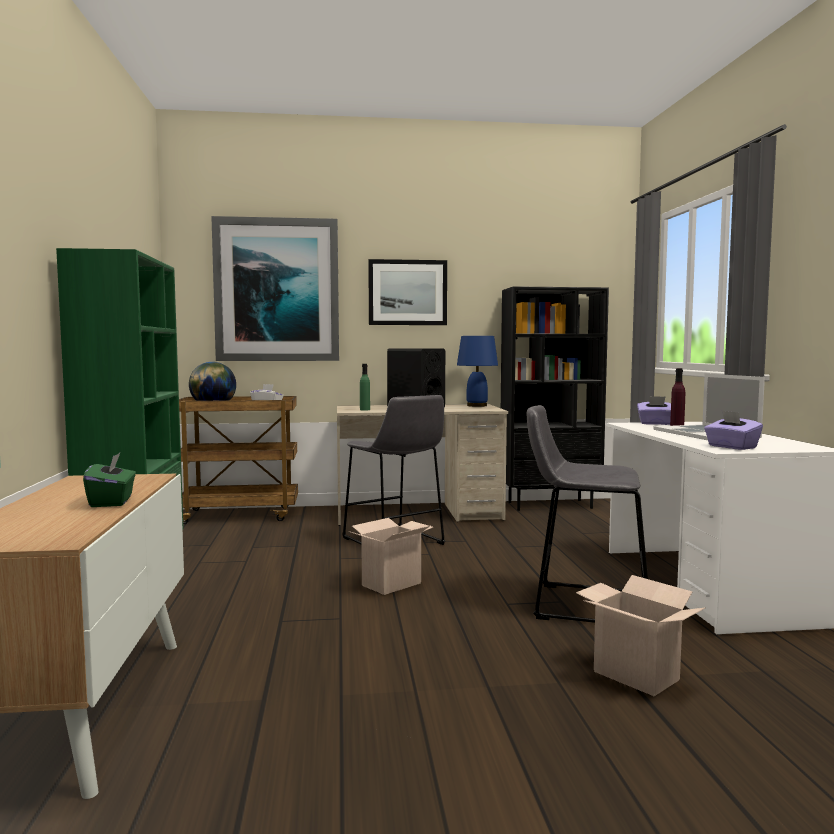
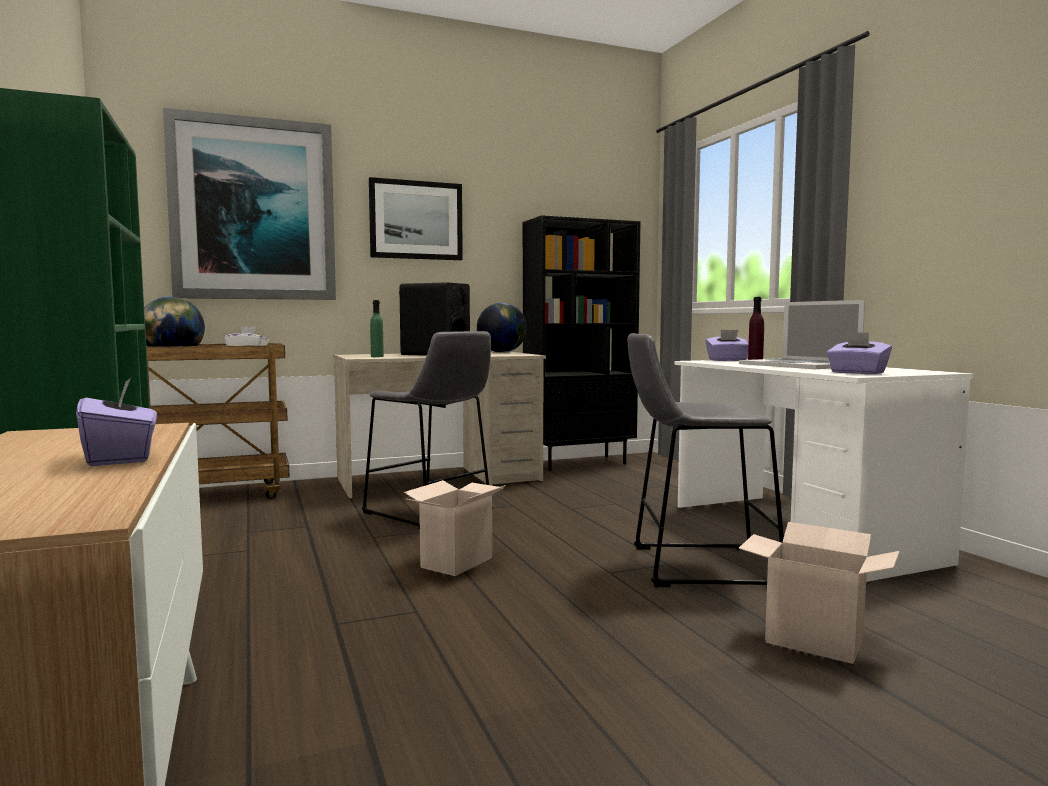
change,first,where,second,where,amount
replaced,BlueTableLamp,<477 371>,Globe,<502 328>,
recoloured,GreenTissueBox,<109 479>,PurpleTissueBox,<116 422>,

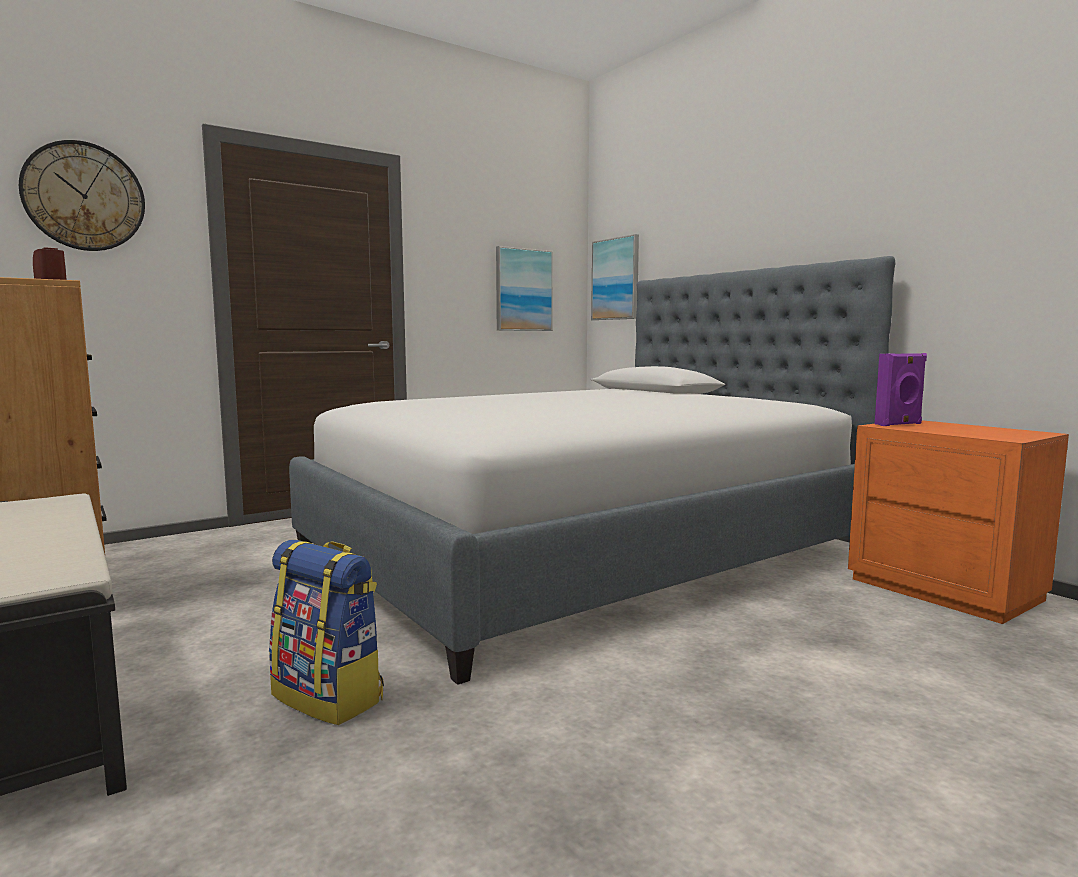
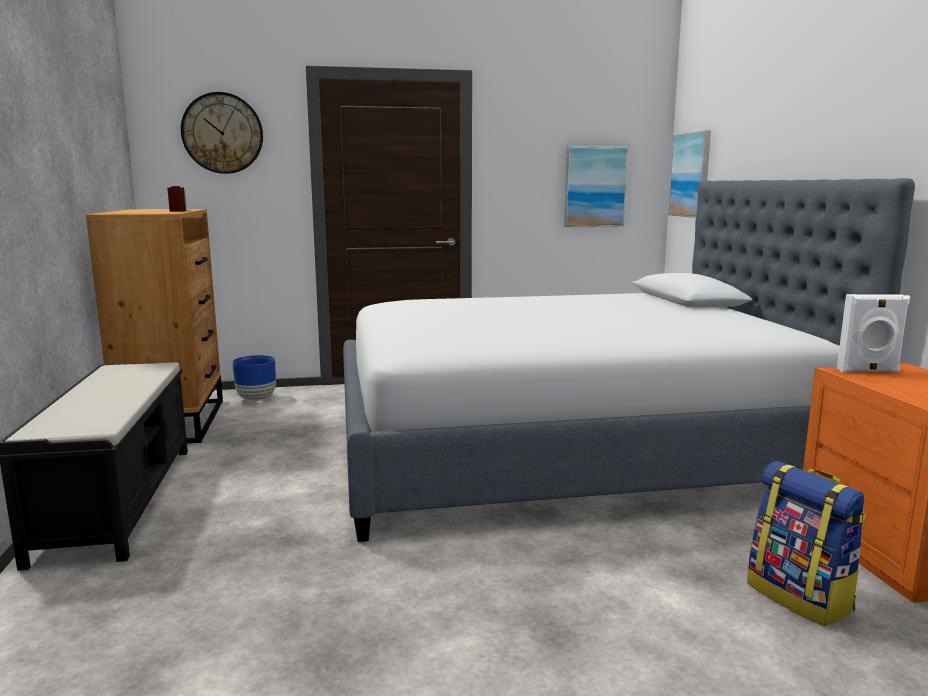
change,first,where,second,where,amount
recoloured,PurpleSpeaker,<901 389>,WhiteSpeaker,<873 333>,
moved,Backpack,<326 632>,,<806 544>,
added,,,BluePlanter,<254 378>,

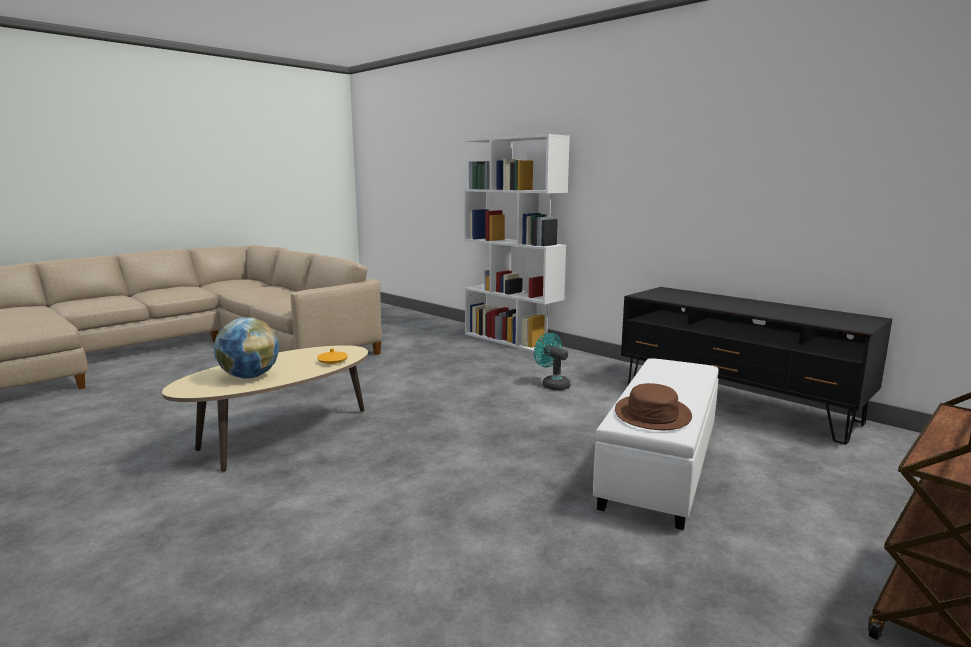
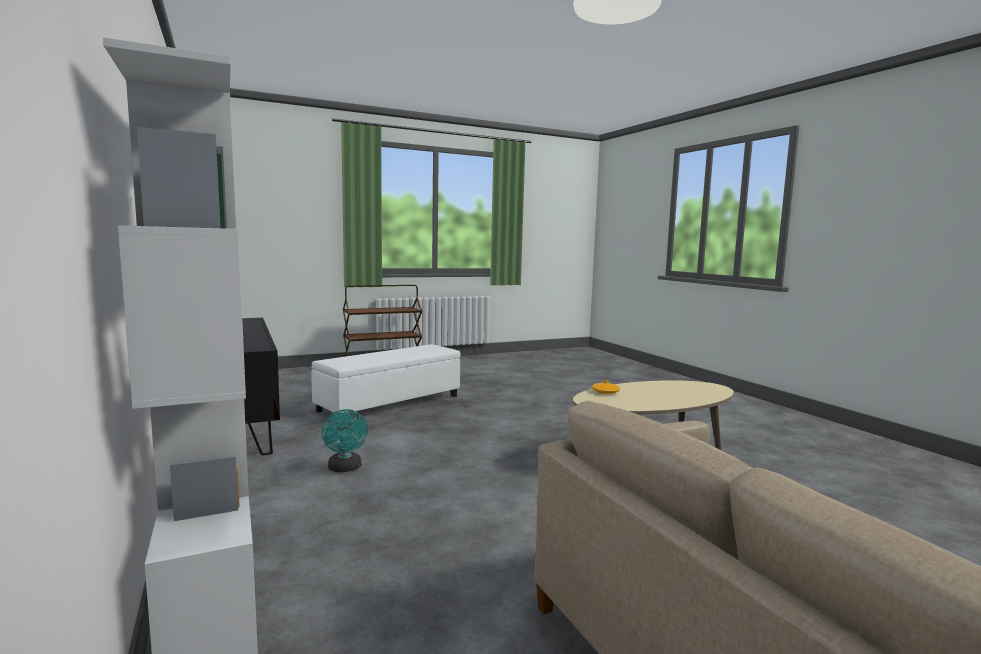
change,first,where,second,where,amount
removed,Globe,<246 348>,,,
removed,BrownHat,<653 406>,,,

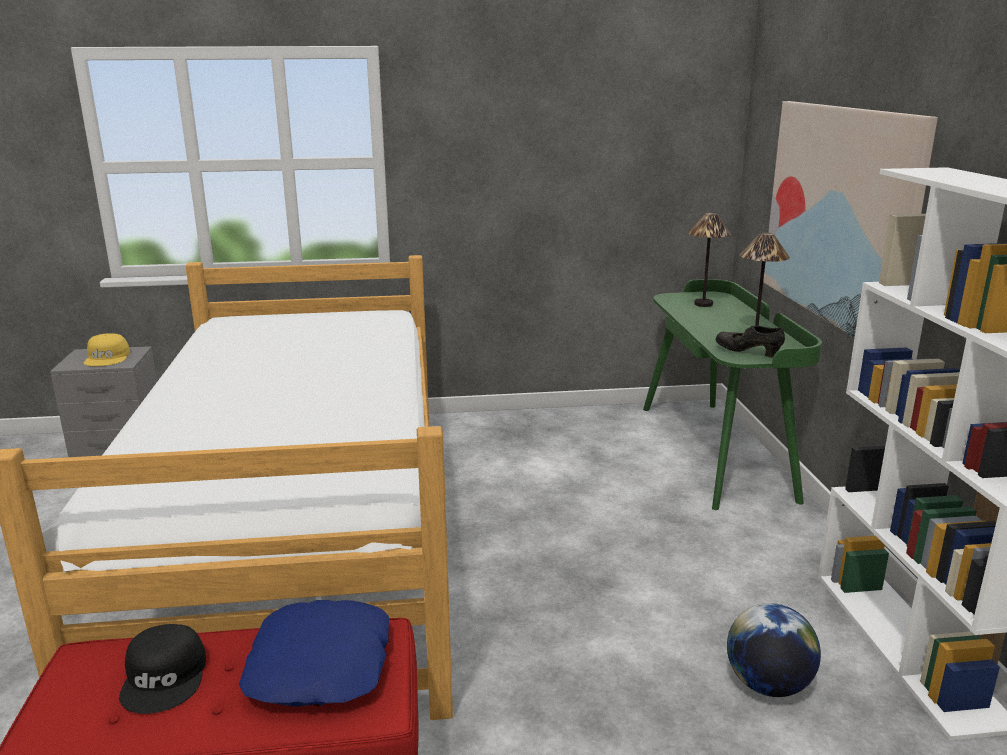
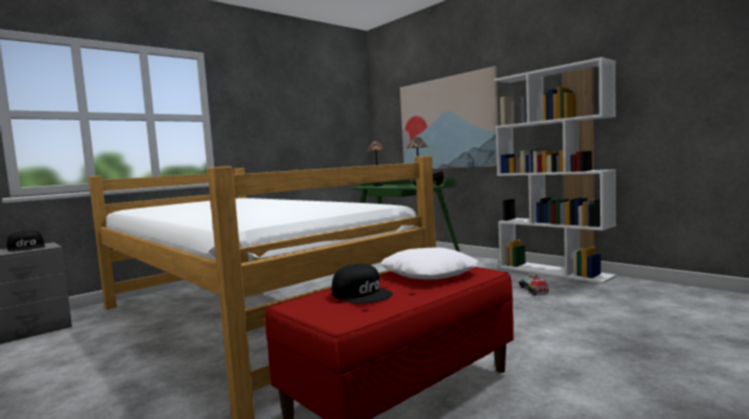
change,first,where,second,where,amount
recoloured,YellowCap,<107 349>,BlackCap,<26 241>,
recoloured,BluePillow,<314 653>,WhitePillow,<430 263>,
replaced,Globe,<774 650>,ToyTruck,<534 285>,

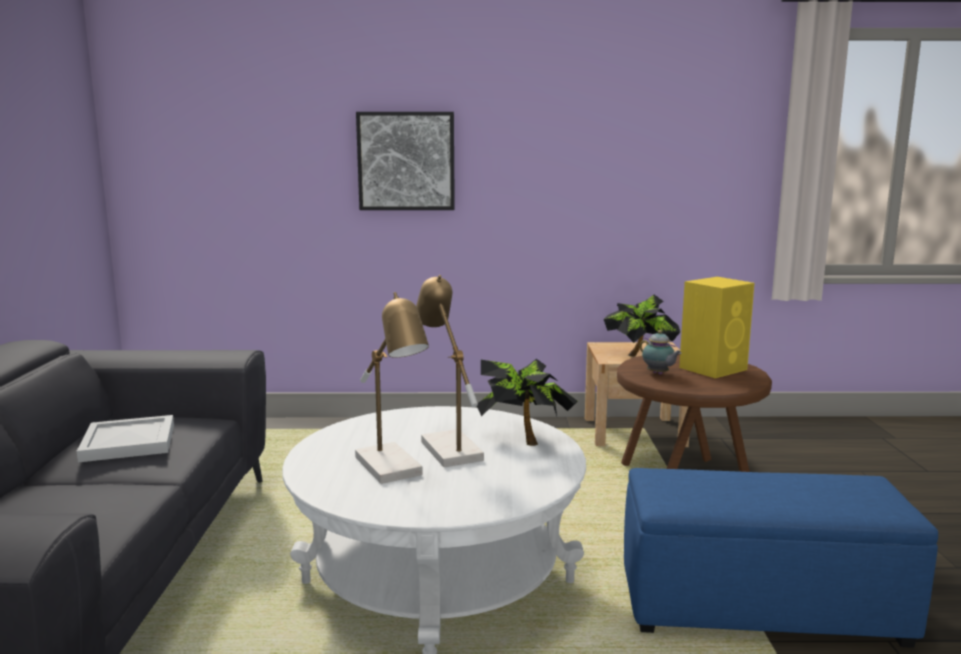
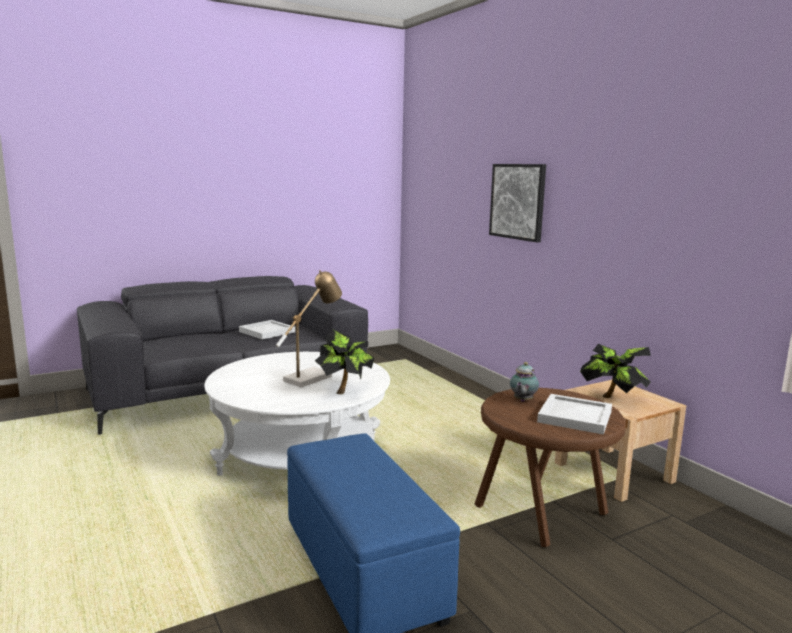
change,first,where,second,where,amount
replaced,YellowSpeaker,<716 327>,WhiteTray,<574 414>,
removed,TableLamp,<392 388>,,,

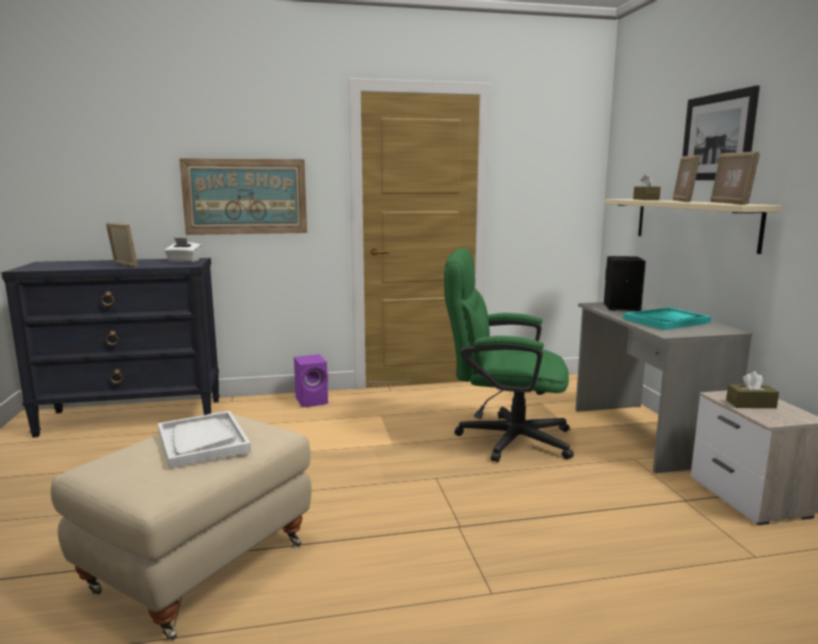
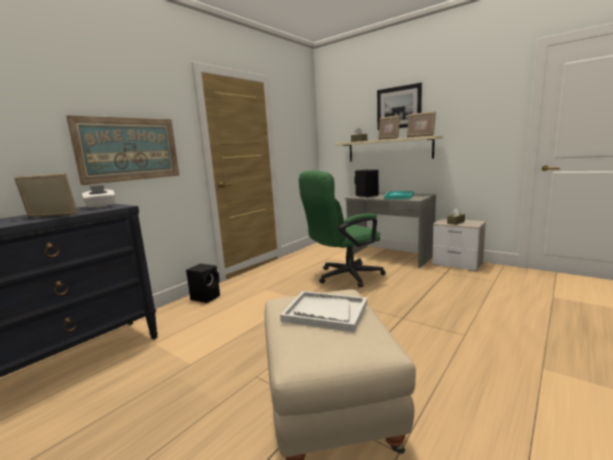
change,first,where,second,where,amount
recoloured,PurpleSpeaker,<311 380>,BlackSpeaker,<203 283>,

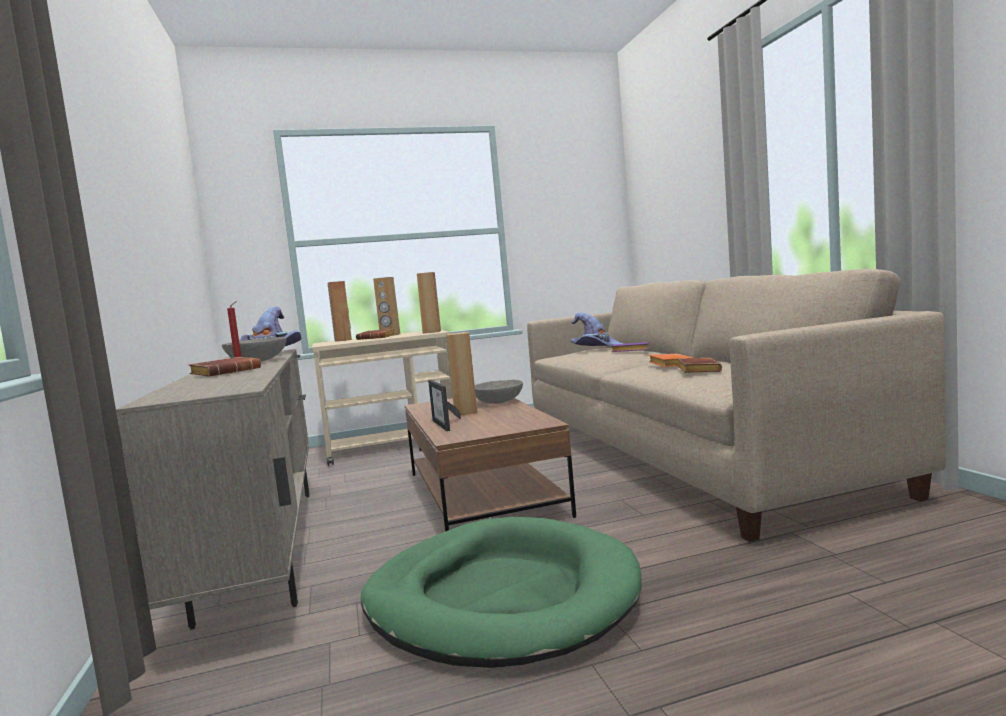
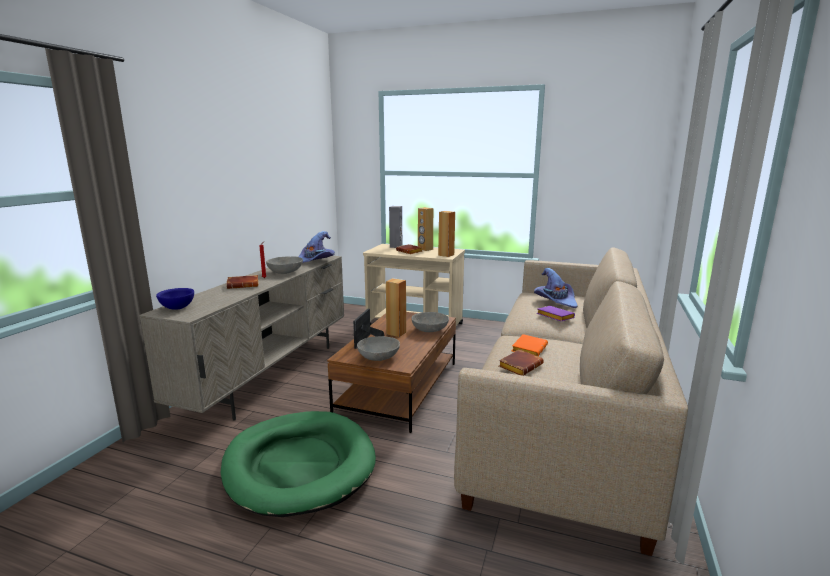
change,first,where,second,where,amount
recoloured,BrownSpeaker,<339 311>,GreySpeaker,<395 227>,
added,,,BlueBowl,<175 299>,
added,,,GreyBowl,<378 348>,

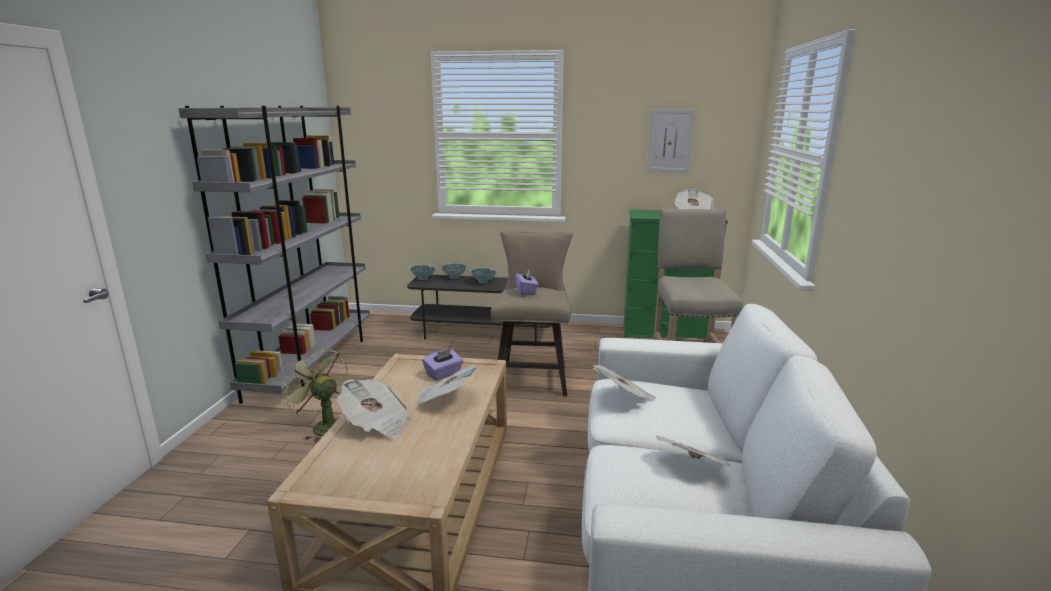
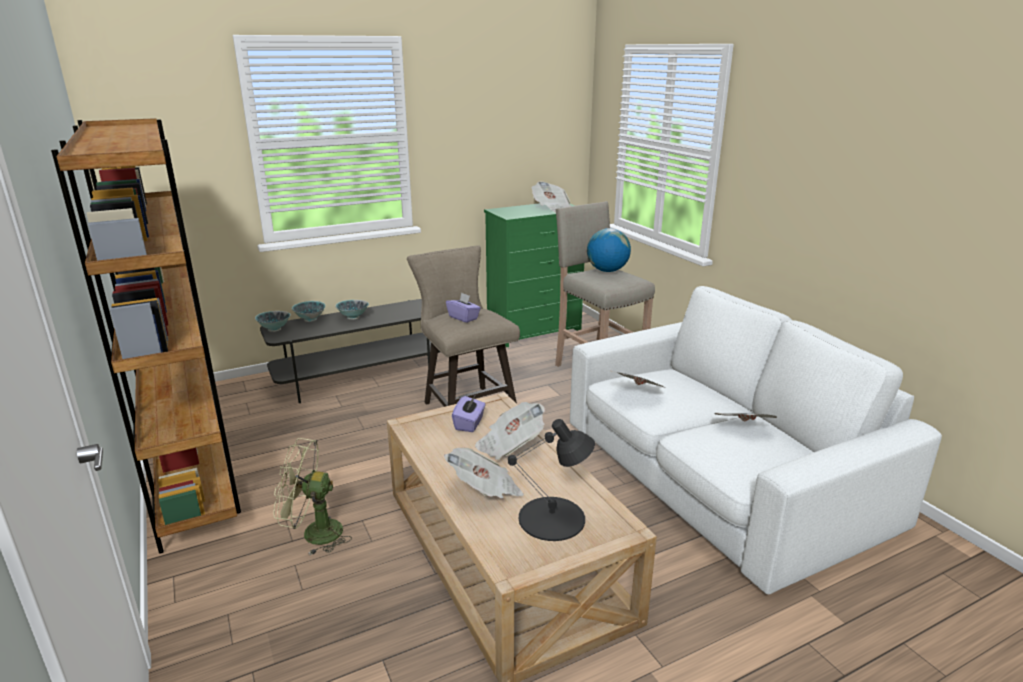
change,first,where,second,where,amount
recoloured,GreyBookcase,<274 255>,BrownBookcase,<146 336>,
removed,Picture,<671 141>,,,
added,,,Globe,<609 250>,
added,,,BlackTableLamp,<551 480>,

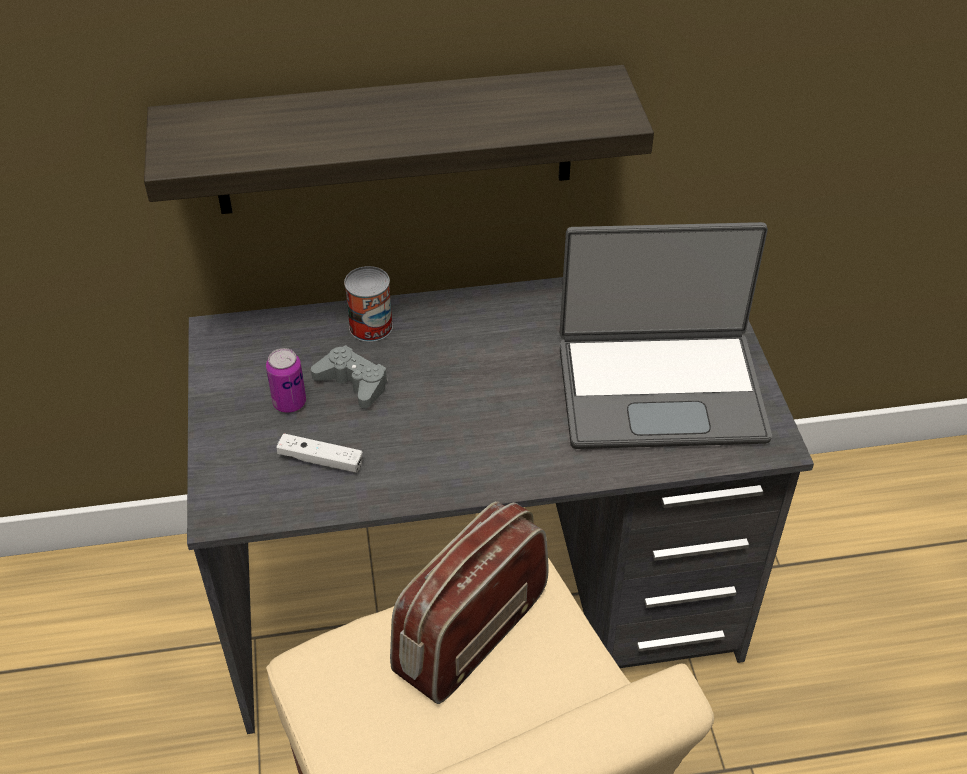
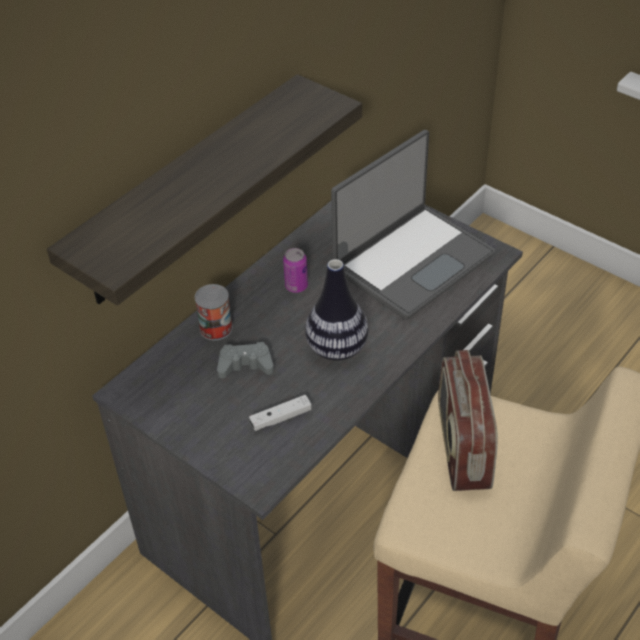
change,first,where,second,where,amount
moved,Can,<286 380>,,<295 270>,
added,,,Vase,<337 310>,

